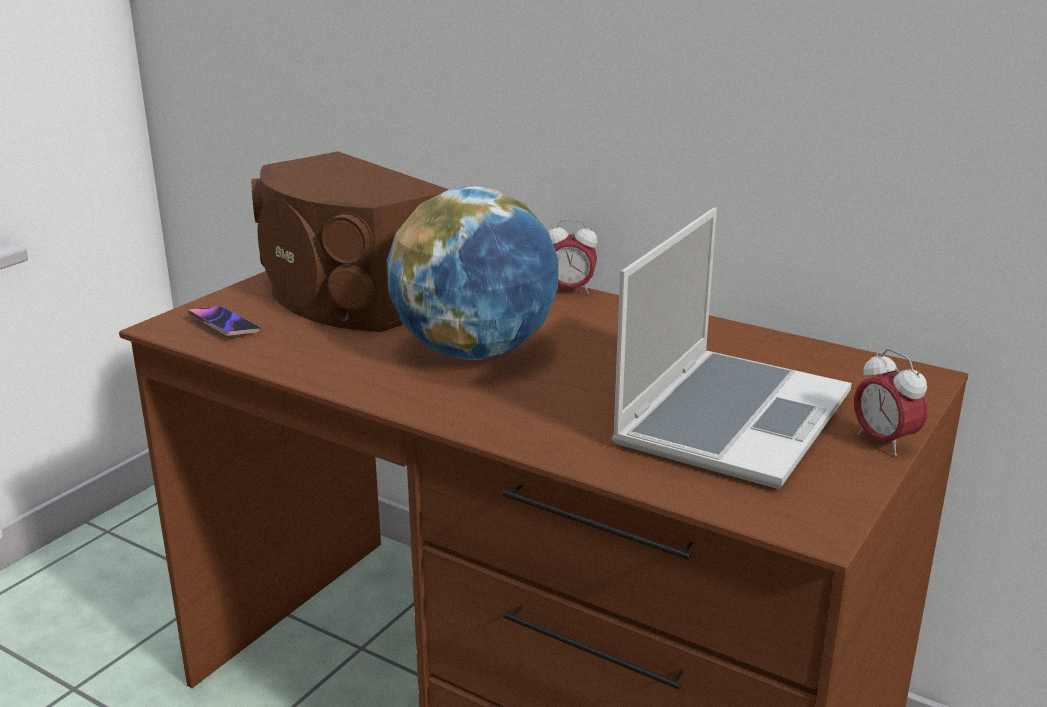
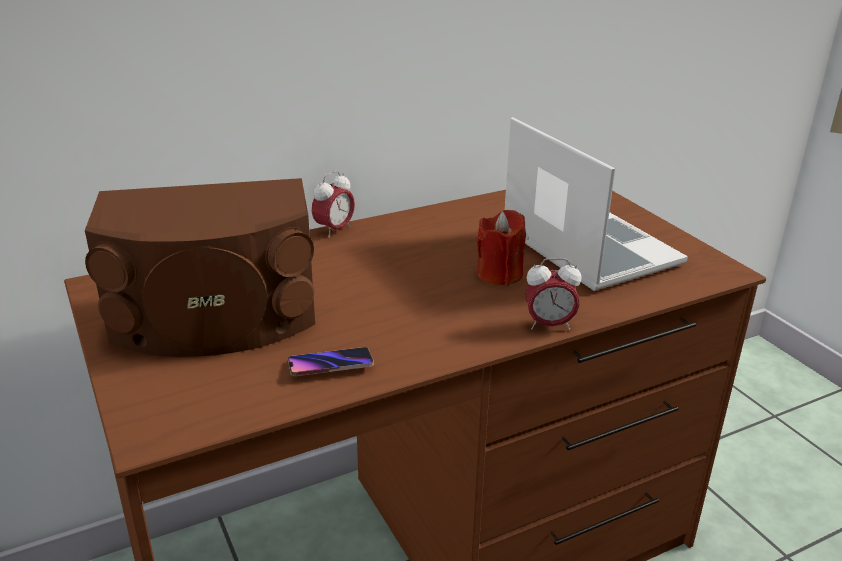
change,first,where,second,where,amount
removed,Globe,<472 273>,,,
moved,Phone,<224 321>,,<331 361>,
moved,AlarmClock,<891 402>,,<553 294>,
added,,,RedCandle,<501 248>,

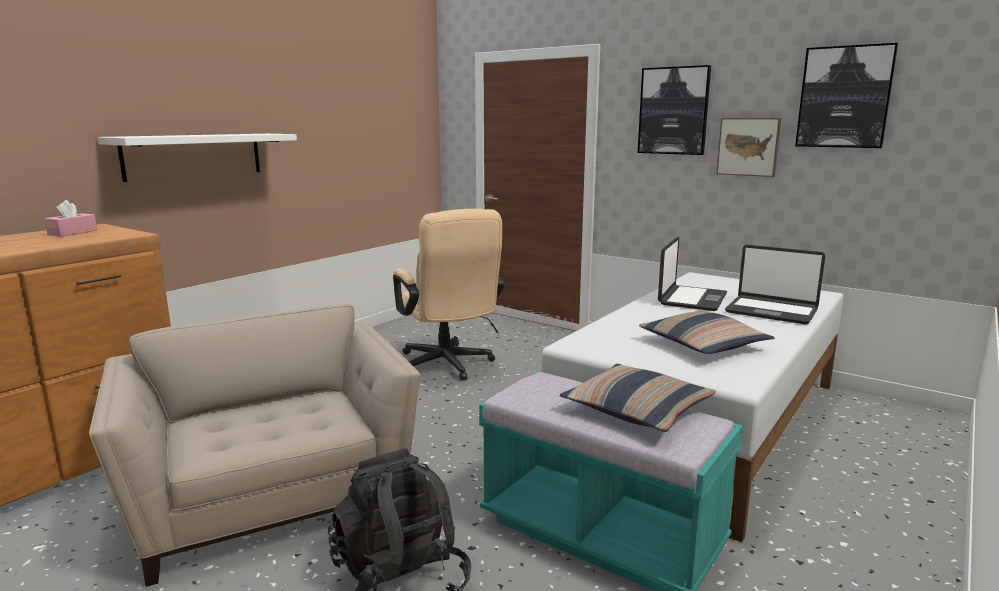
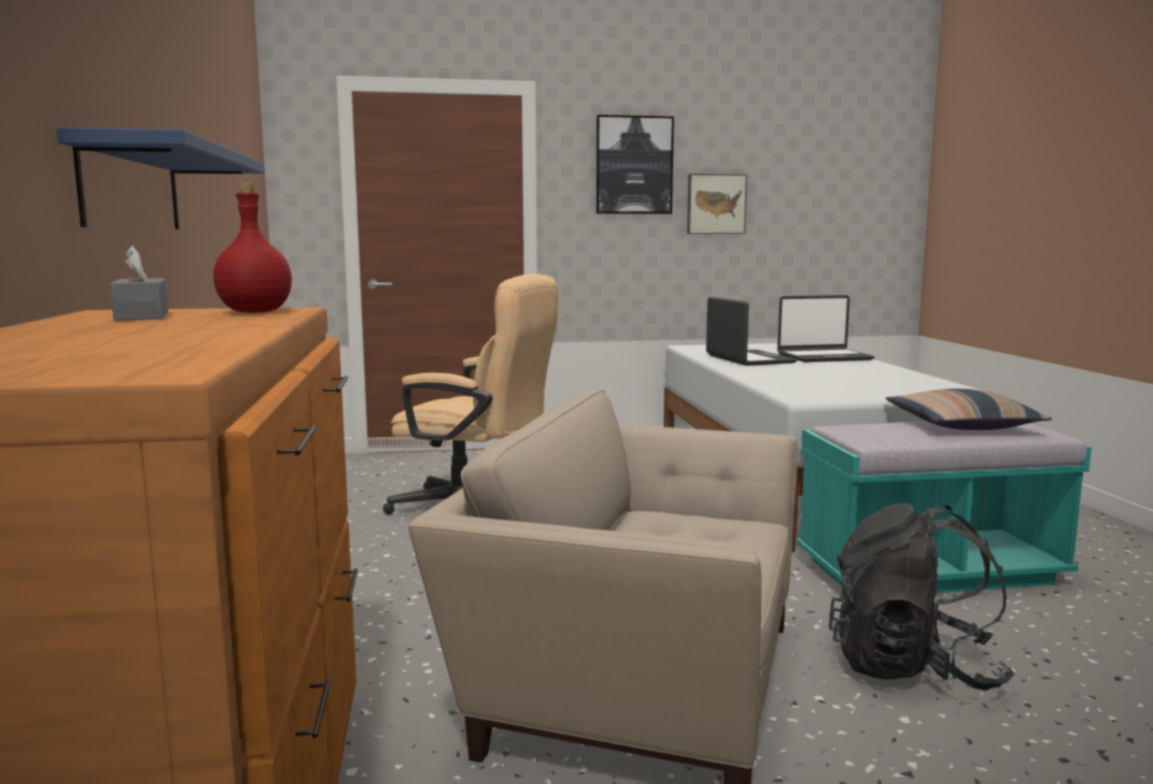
change,first,where,second,where,amount
removed,Picture,<846 95>,,,
recoloured,WhiteShelf,<197 158>,BlueShelf,<160 178>,
recoloured,PinkTissueBox,<71 218>,GreyTissueBox,<139 283>,
removed,Pillow,<706 333>,,,
added,,,RedBottle,<252 248>,

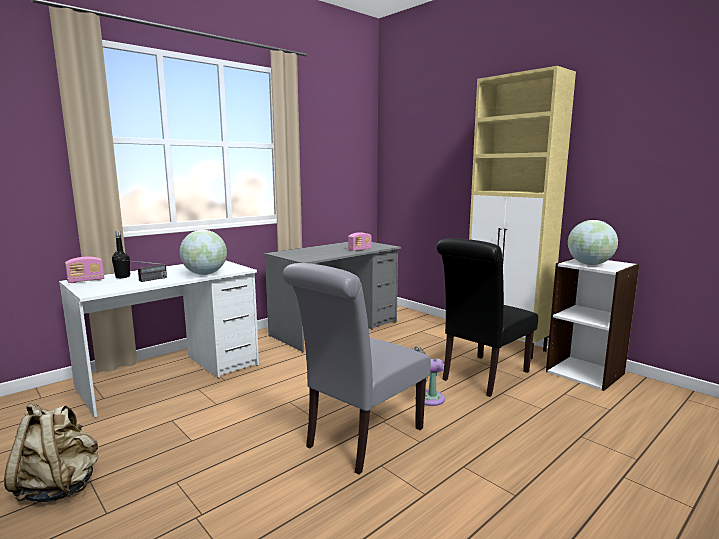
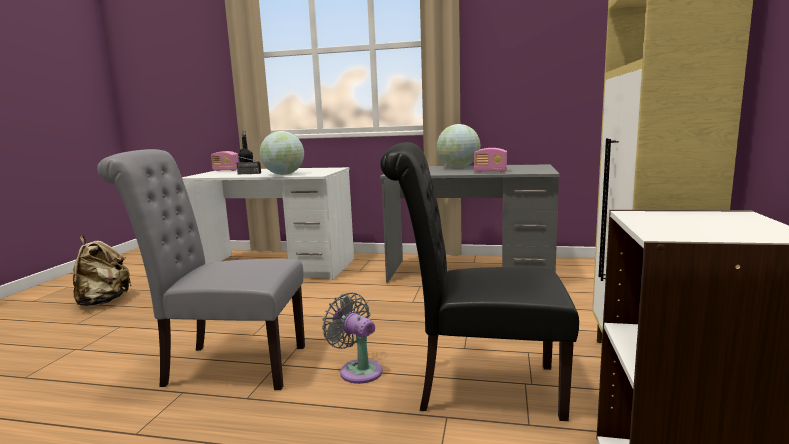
change,first,where,second,where,amount
moved,Globe,<593 242>,,<458 146>,

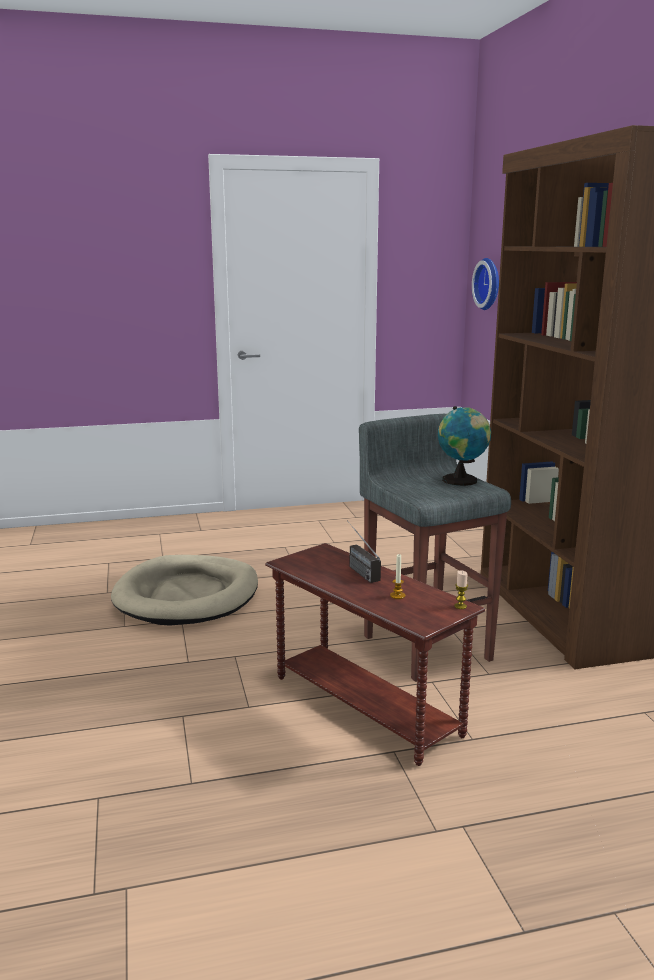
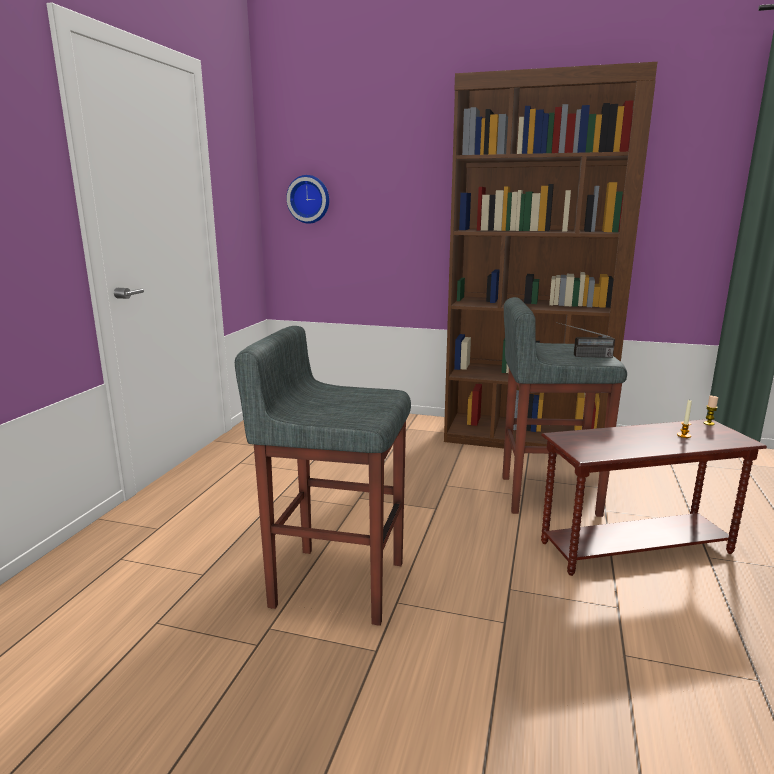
change,first,where,second,where,amount
removed,Globe,<464 446>,,,
moved,Radio,<364 551>,,<587 340>,
replaced,BeigeDogBed,<184 590>,GreyStool,<323 476>,

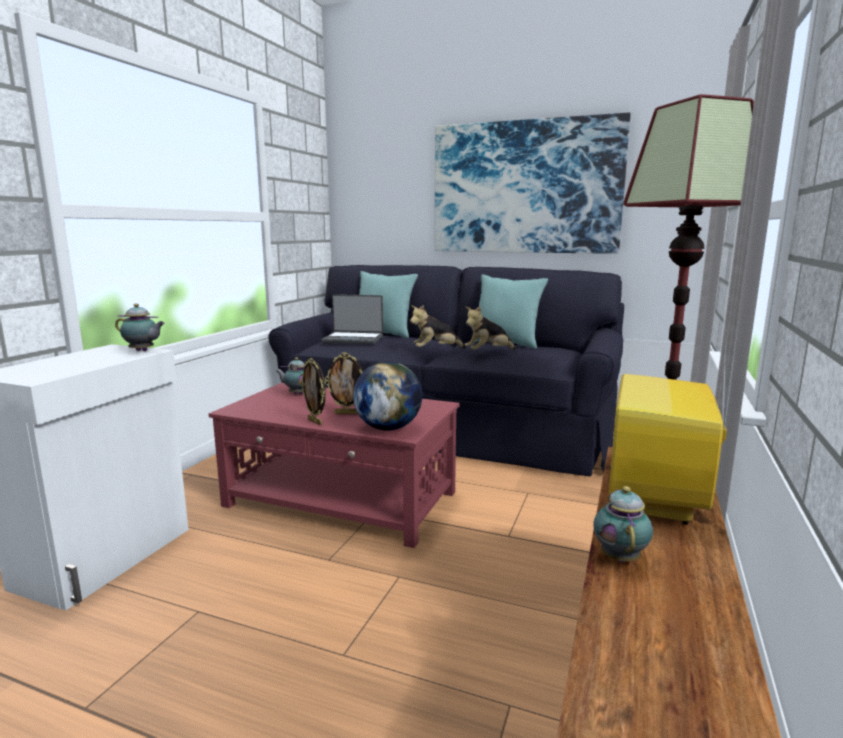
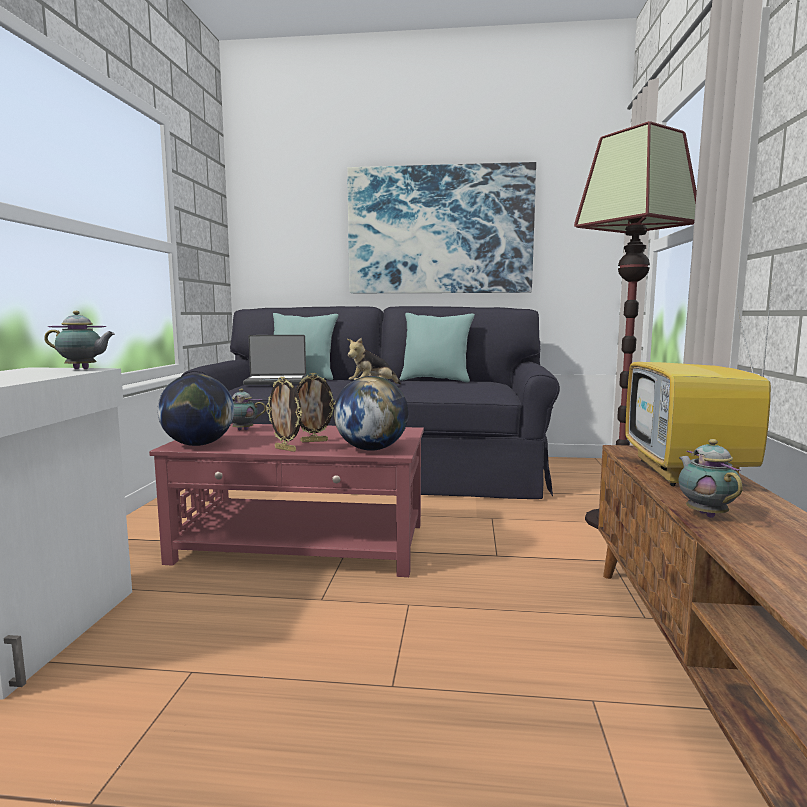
change,first,where,second,where,amount
removed,PlushToy,<490 328>,,,
added,,,Globe,<195 410>,

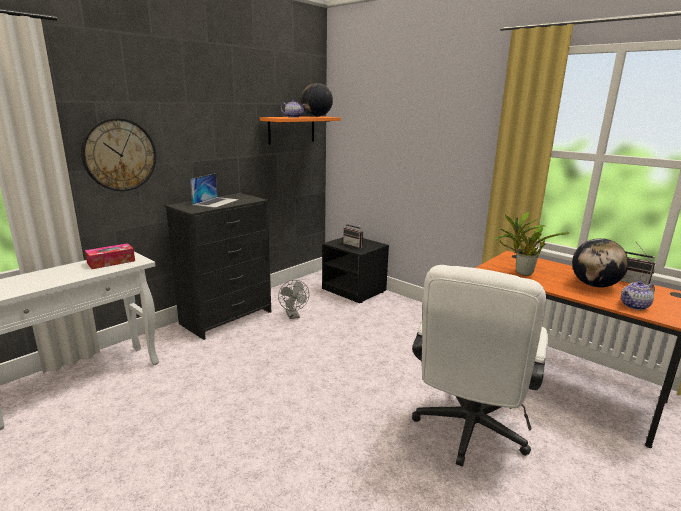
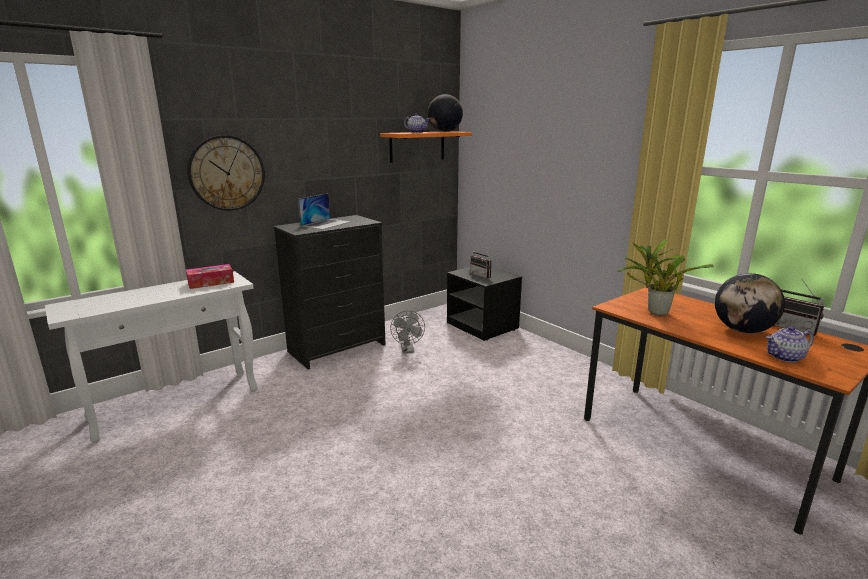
change,first,where,second,where,amount
removed,WhiteOfficeChair,<480 366>,,,

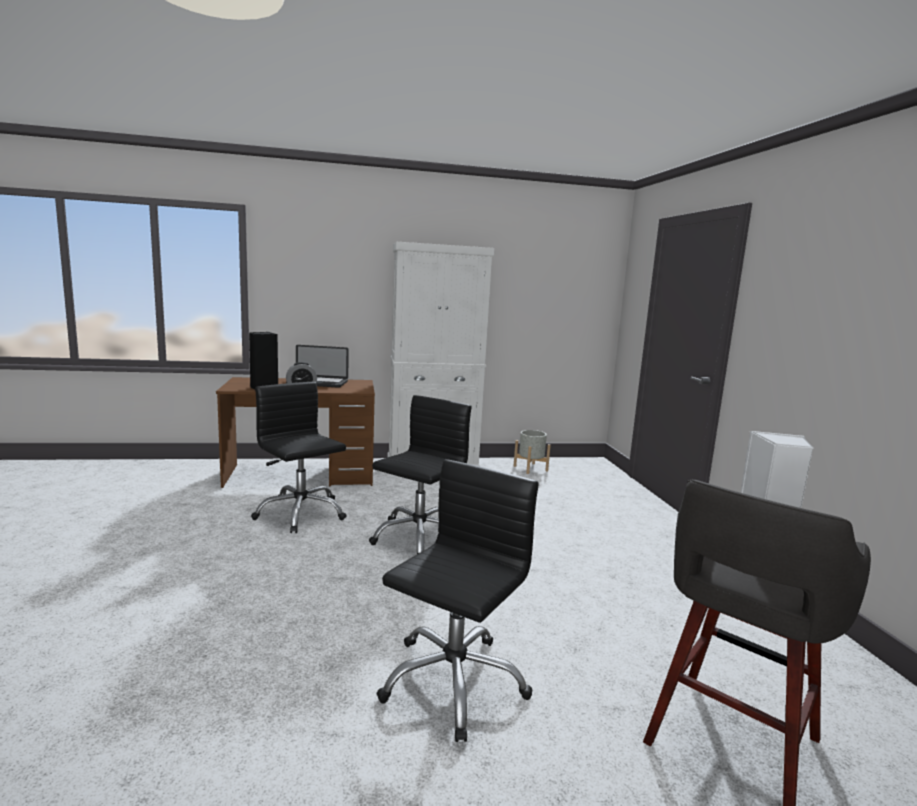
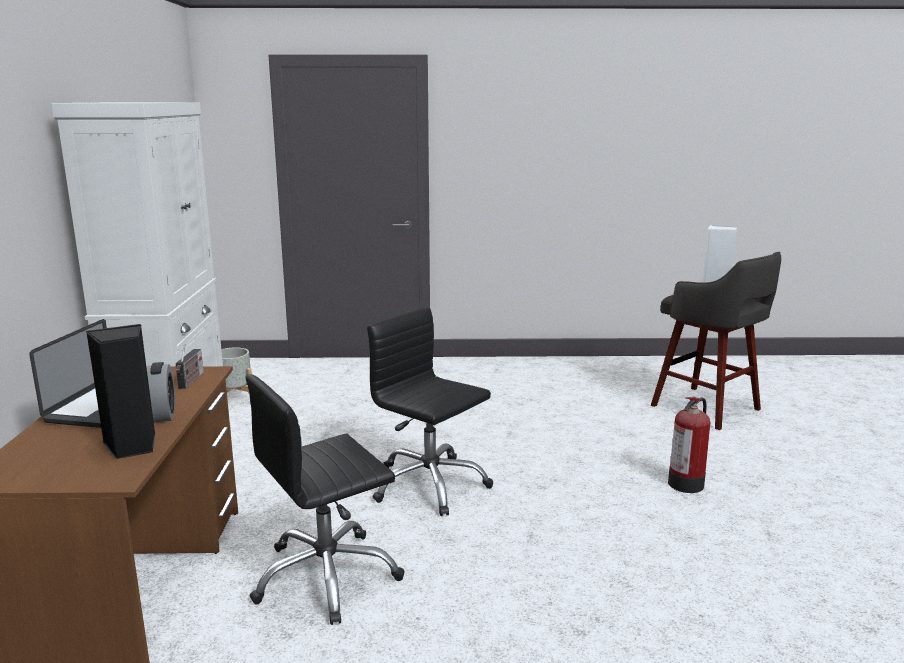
change,first,where,second,where,amount
replaced,BlackOfficeChair,<457 600>,FireExtinguisher,<689 445>,
added,,,Radio,<190 366>,

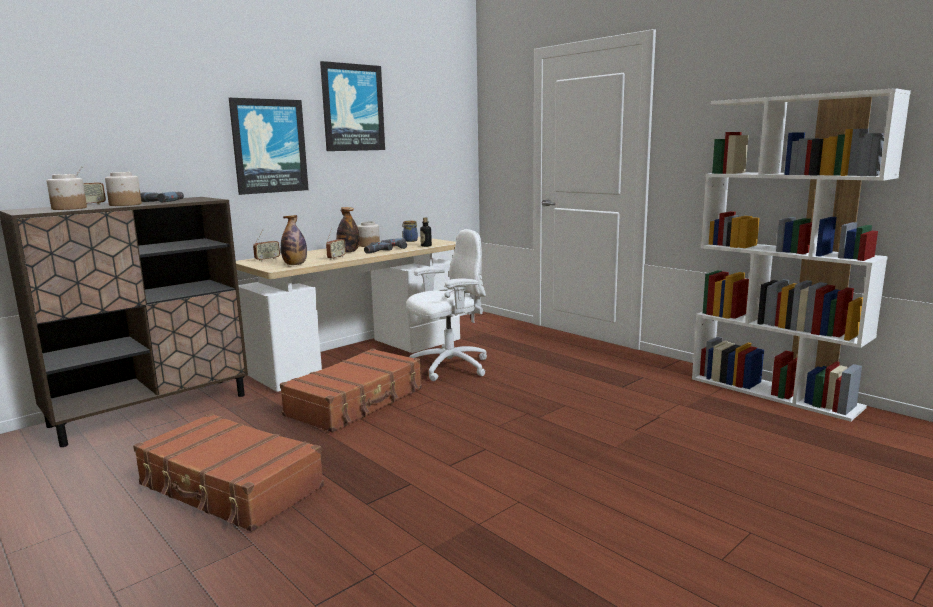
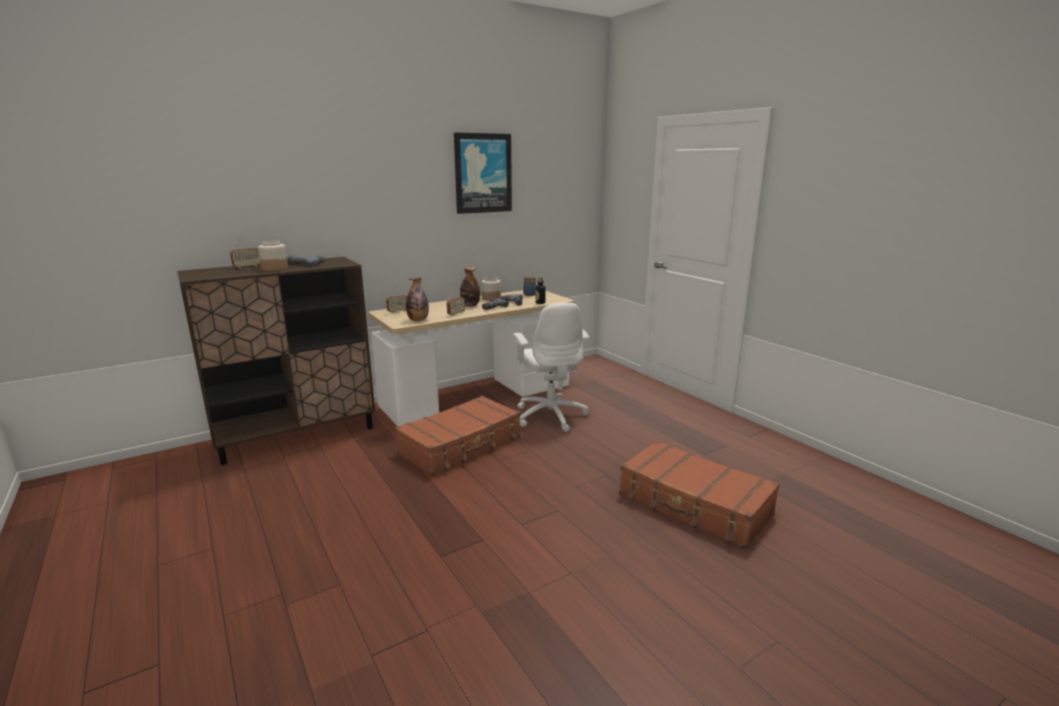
change,first,where,second,where,amount
removed,WhiteBookcase,<801 255>,,,
removed,Picture,<269 146>,,,
removed,Jar,<67 192>,,,
turned,WhiteOfficeChair,<446 305>,,<550 367>,90 degrees clockwise
moved,BrownSuitcase,<228 472>,,<699 495>,

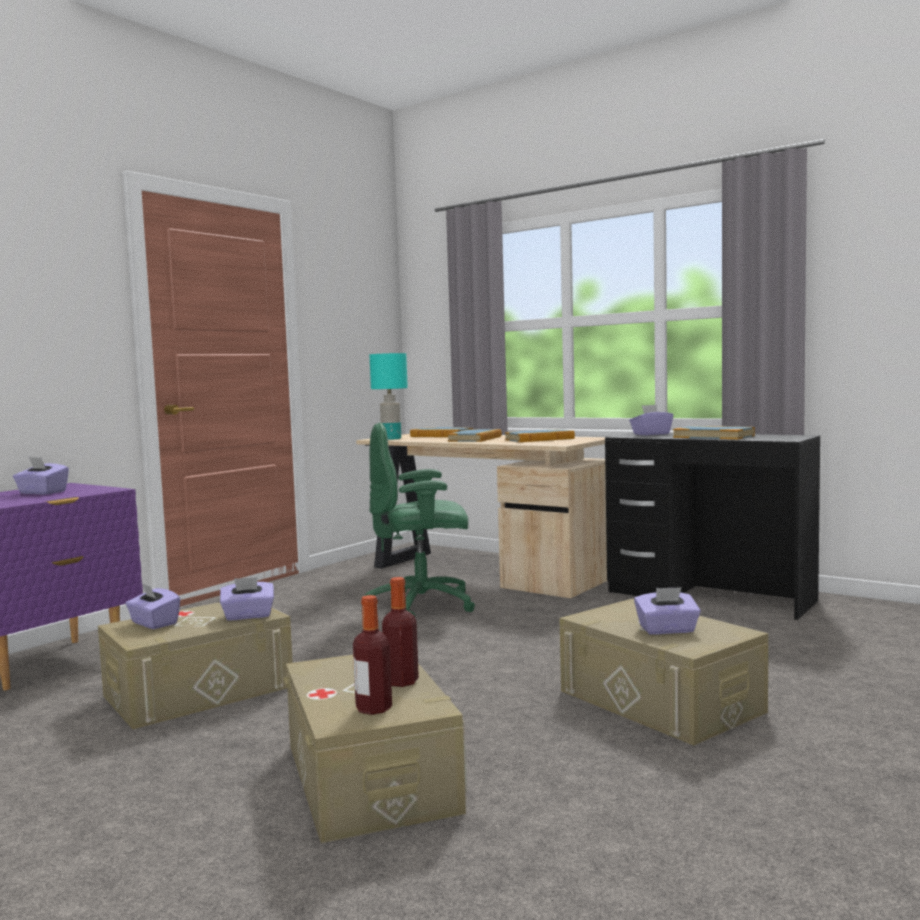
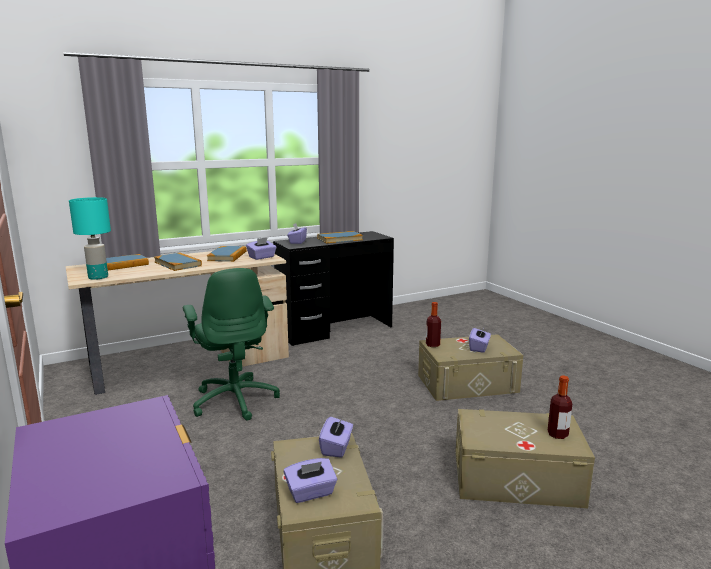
change,first,where,second,where,amount
turned,GreenOfficeChair,<420 519>,,<231 344>,45 degrees counterclockwise
moved,PurpleTissueBox,<41 476>,,<261 248>,
moved,Bottle,<400 632>,,<433 324>,

